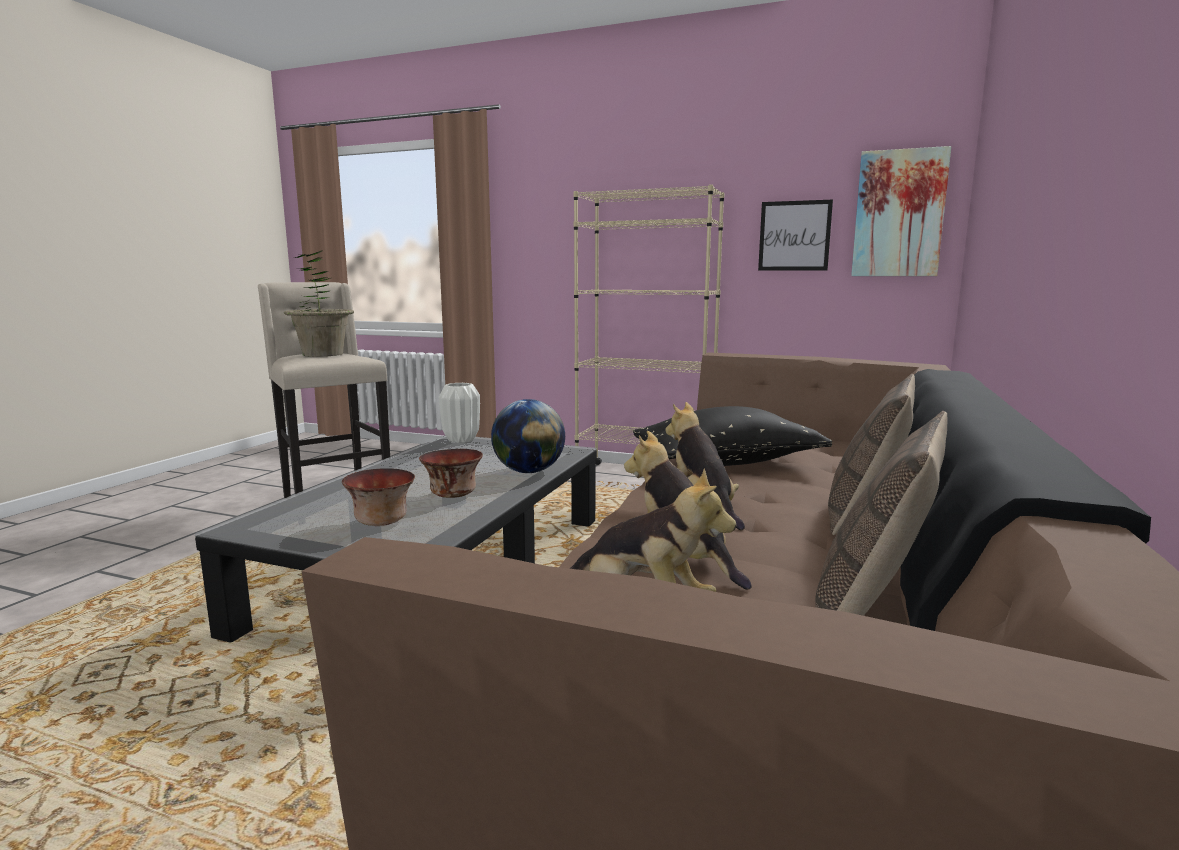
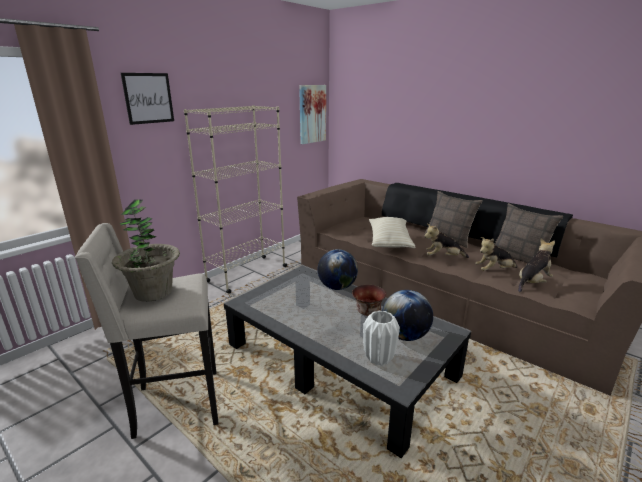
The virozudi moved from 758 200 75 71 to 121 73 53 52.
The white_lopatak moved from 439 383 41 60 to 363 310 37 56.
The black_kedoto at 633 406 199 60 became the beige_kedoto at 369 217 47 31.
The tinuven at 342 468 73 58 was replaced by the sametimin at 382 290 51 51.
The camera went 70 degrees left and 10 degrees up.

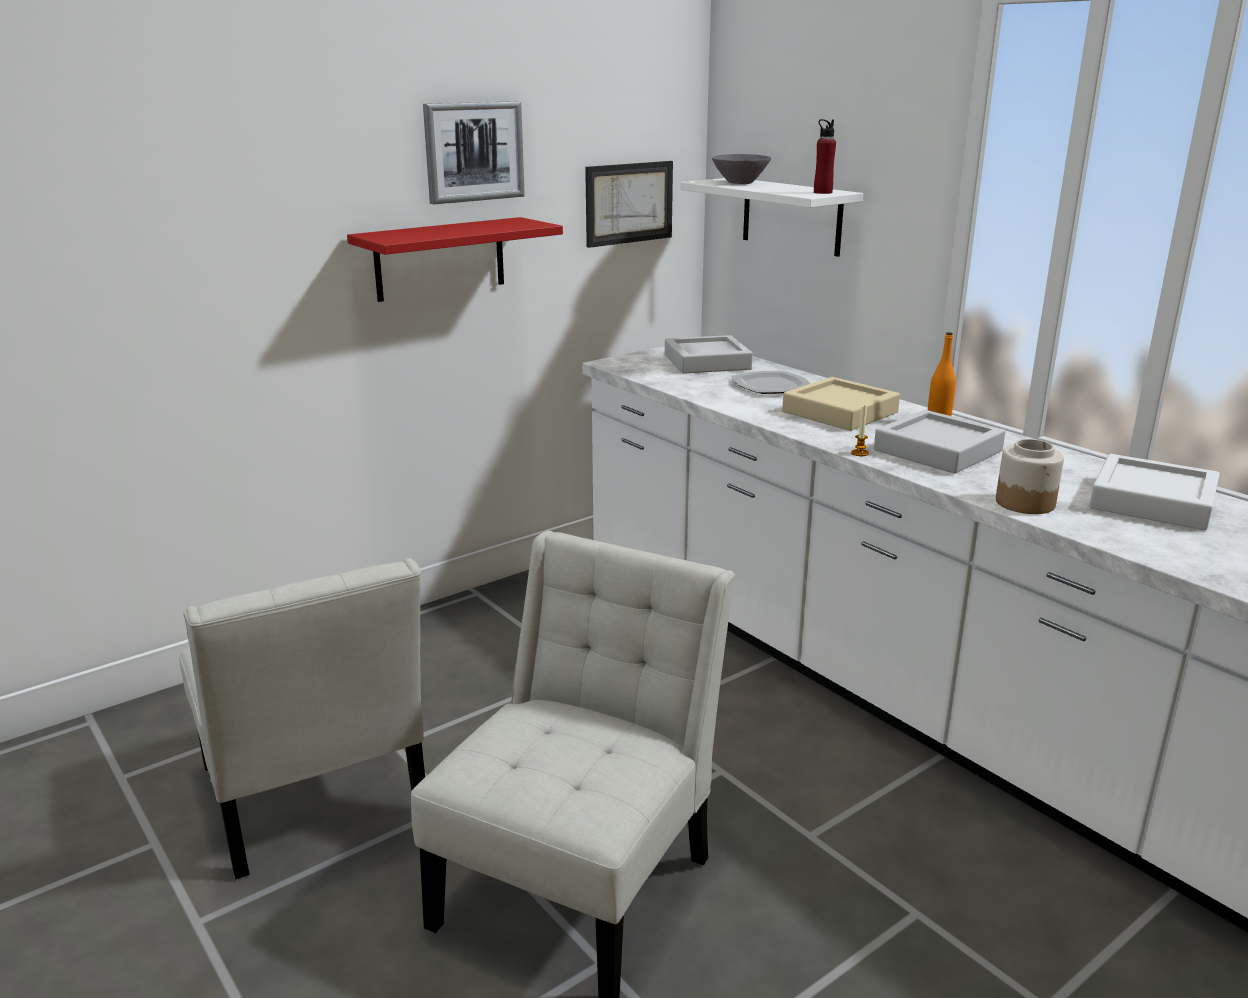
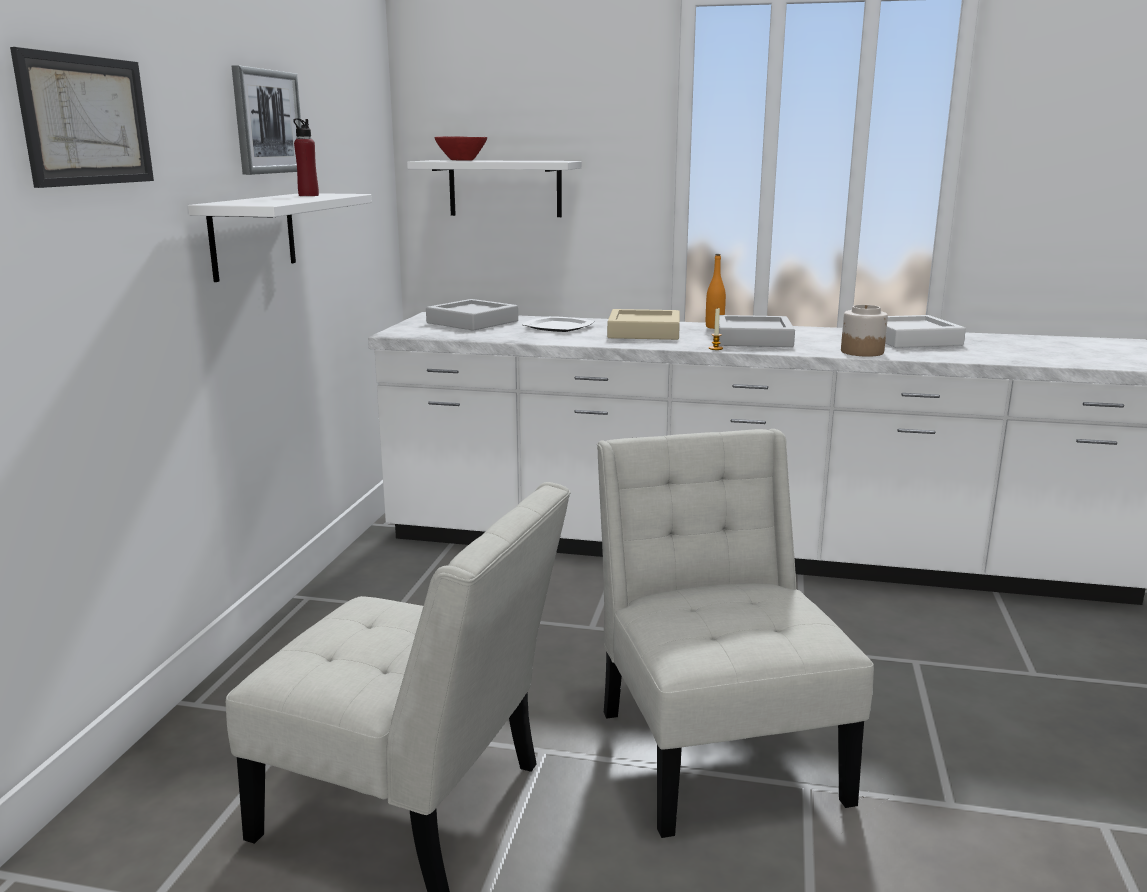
The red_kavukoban moved from 814 119 22 75 to 293 118 26 78.
The grey_tinuven at 712 154 59 30 became the red_tinuven at 434 136 53 25.
The virozudi moved from 585 161 88 87 to 10 47 144 141.
The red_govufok at 347 217 216 85 became the white_govufok at 188 193 184 89.
The camera went 40 degrees left and 5 degrees down.

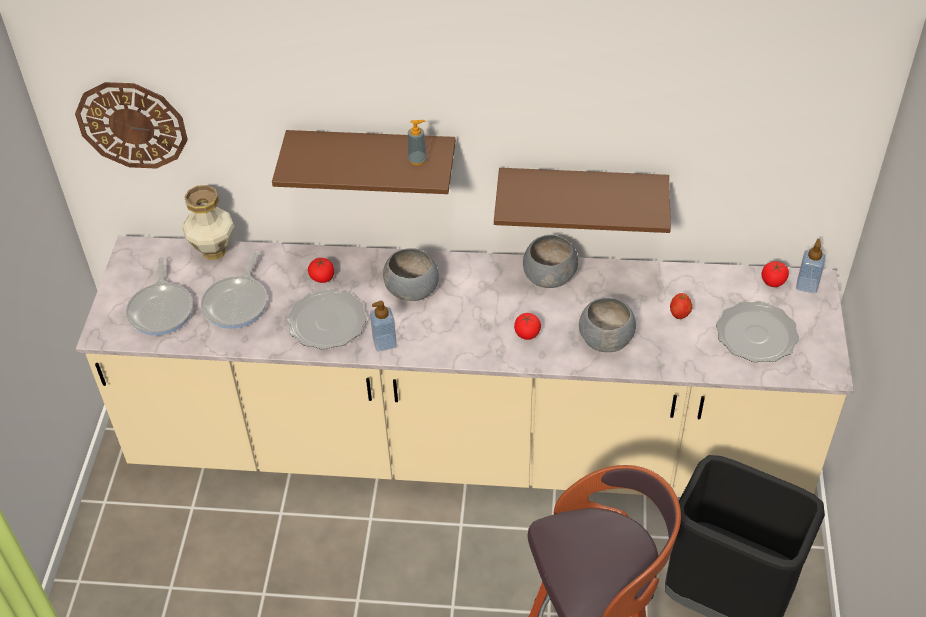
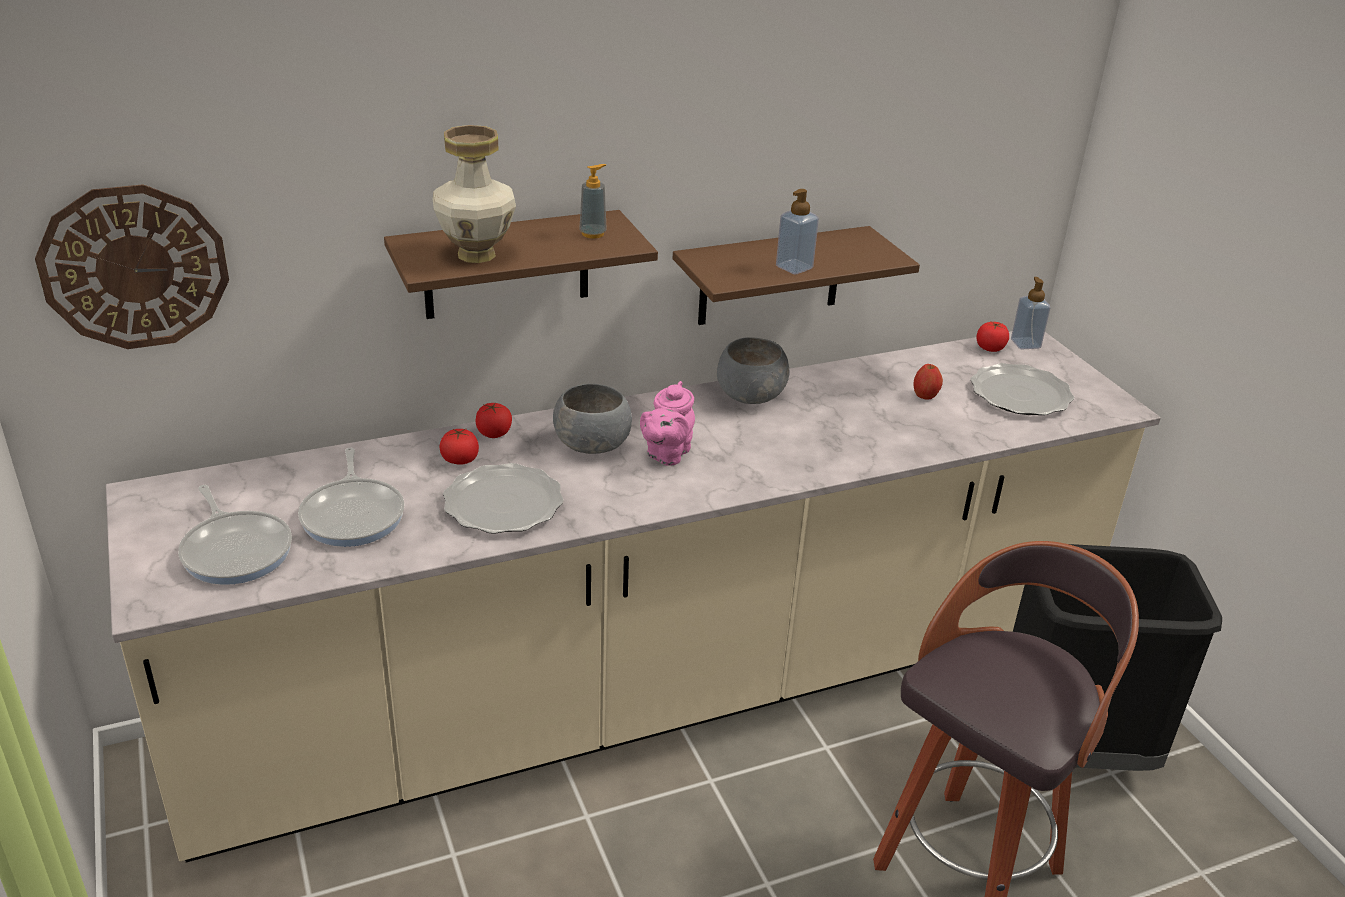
The lopatak moved from 182 185 52 75 to 433 125 83 138.
The grey_tinuven at 579 297 57 55 disappeared.
The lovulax moved from 370 301 27 50 to 776 189 43 85.
The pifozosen moved from 514 313 27 27 to 476 402 36 36.
The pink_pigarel at 640 381 55 85 appeared.
The camera went 30 degrees left and 15 degrees down.

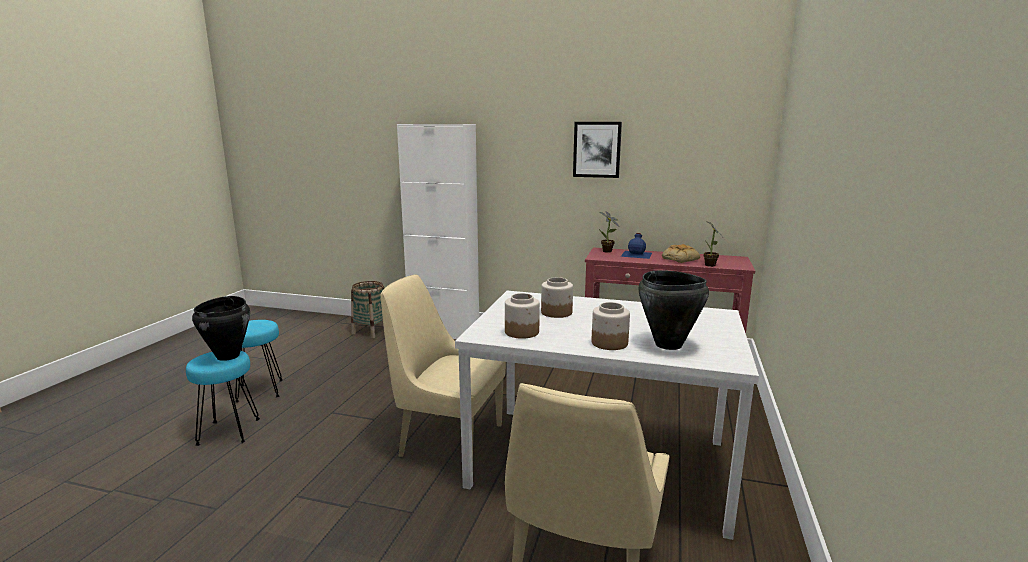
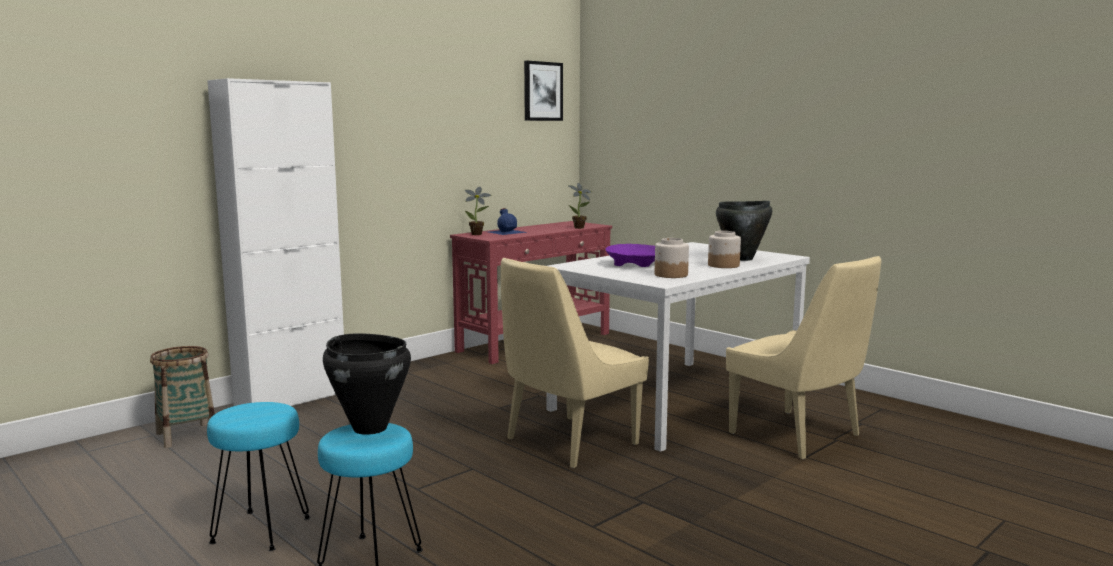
The virozudi moved from 573 122 49 56 to 524 61 39 60.
The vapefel at 662 244 38 19 disappeared.
The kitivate at 541 277 32 41 was replaced by the purple_tinuven at 605 244 50 23.
The camera went 60 degrees left and 5 degrees down.

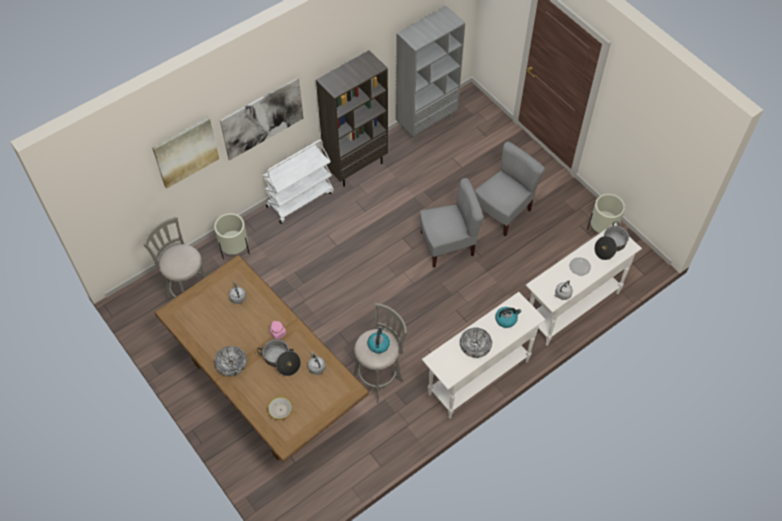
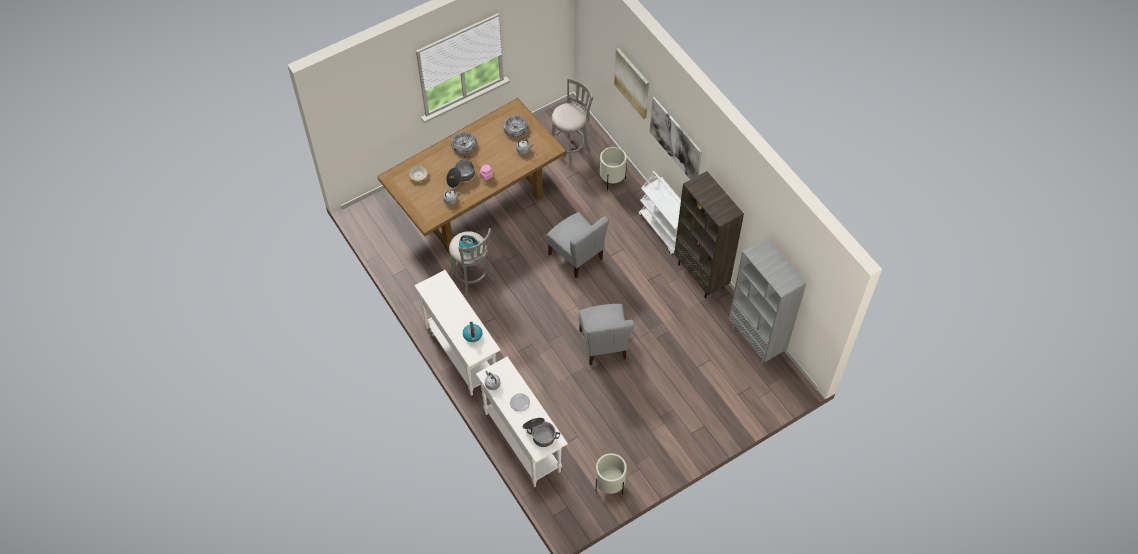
The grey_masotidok moved from 475 141 70 96 to 547 212 62 66.
The tinuven moved from 460 328 32 30 to 503 115 25 22.
The camera went 95 degrees right and 0 degrees up.

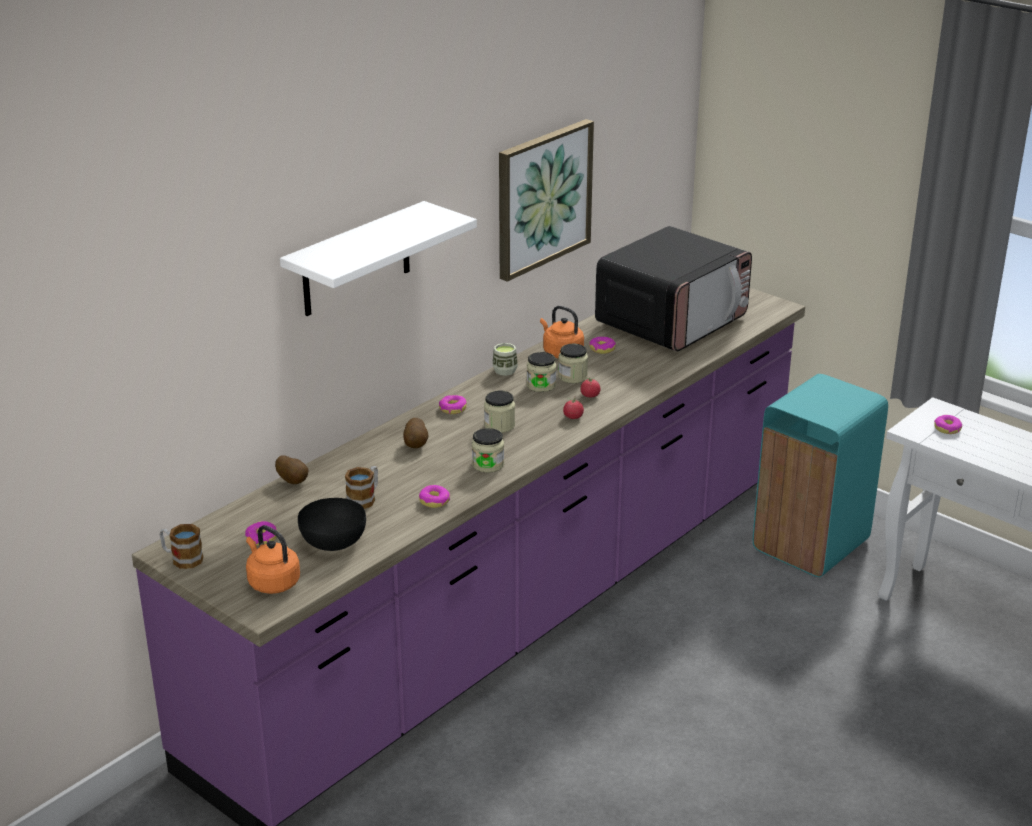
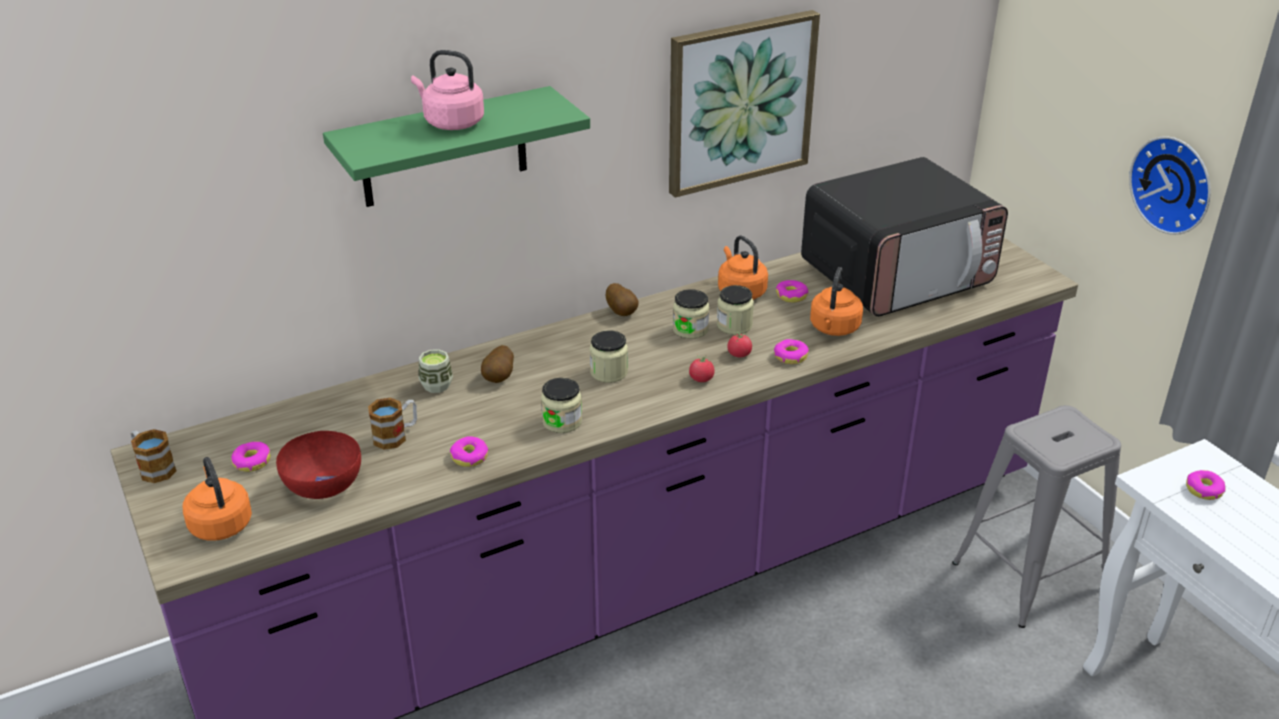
The white_govufok at 280 201 197 115 became the green_govufok at 323 86 267 121.
The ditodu moved from 492 343 26 33 to 419 349 34 44.
The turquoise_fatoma at 753 374 135 203 was replaced by the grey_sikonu at 952 405 169 223.
The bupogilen moved from 439 395 28 19 to 774 339 35 25.
The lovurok moved from 275 455 33 29 to 606 283 33 33.
The black_tinuven at 298 498 68 53 became the red_tinuven at 276 431 85 68.
The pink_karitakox at 411 50 73 80 appeared.
The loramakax at 1129 136 82 99 appeared.
The orange_karitakox at 810 267 53 69 appeared.
The camera went 20 degrees right and 5 degrees up.

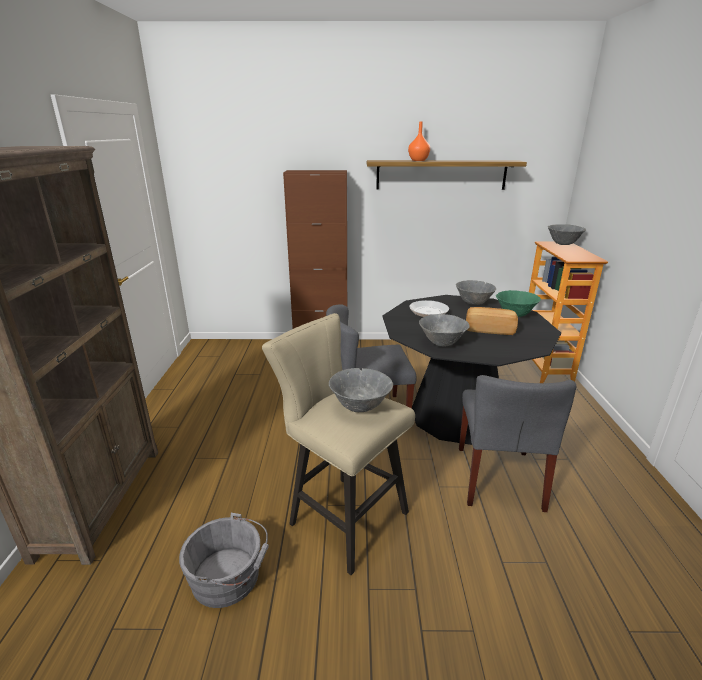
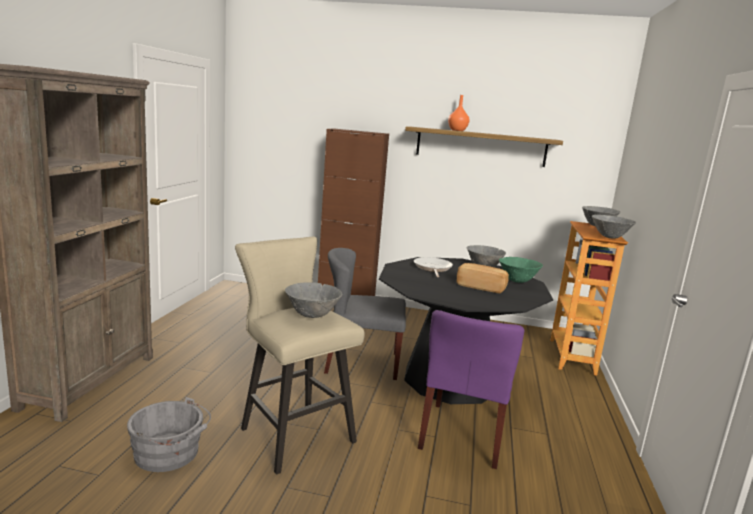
The grey_tinuven moved from 419 314 51 33 to 592 215 44 24.
The grey_masotidok at 459 375 117 137 became the purple_masotidok at 418 310 107 159.
The camera went 10 degrees right and 10 degrees down.

